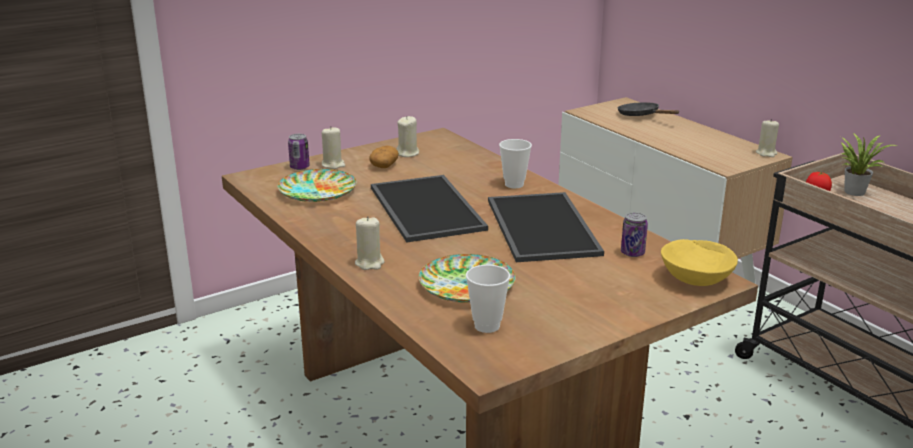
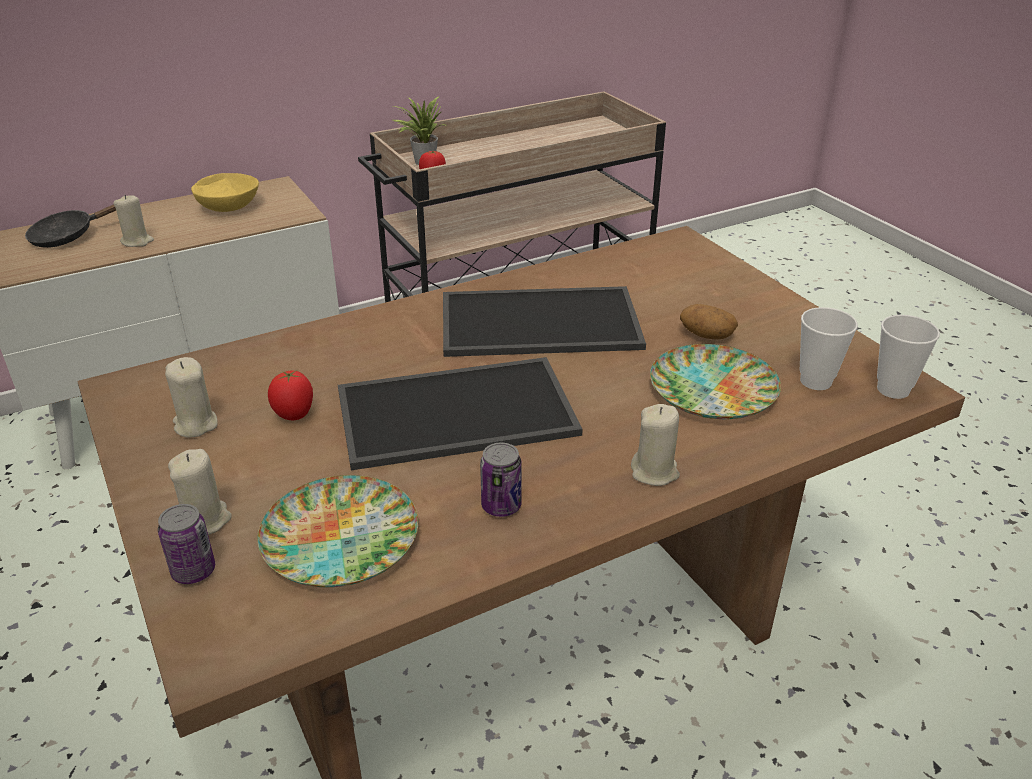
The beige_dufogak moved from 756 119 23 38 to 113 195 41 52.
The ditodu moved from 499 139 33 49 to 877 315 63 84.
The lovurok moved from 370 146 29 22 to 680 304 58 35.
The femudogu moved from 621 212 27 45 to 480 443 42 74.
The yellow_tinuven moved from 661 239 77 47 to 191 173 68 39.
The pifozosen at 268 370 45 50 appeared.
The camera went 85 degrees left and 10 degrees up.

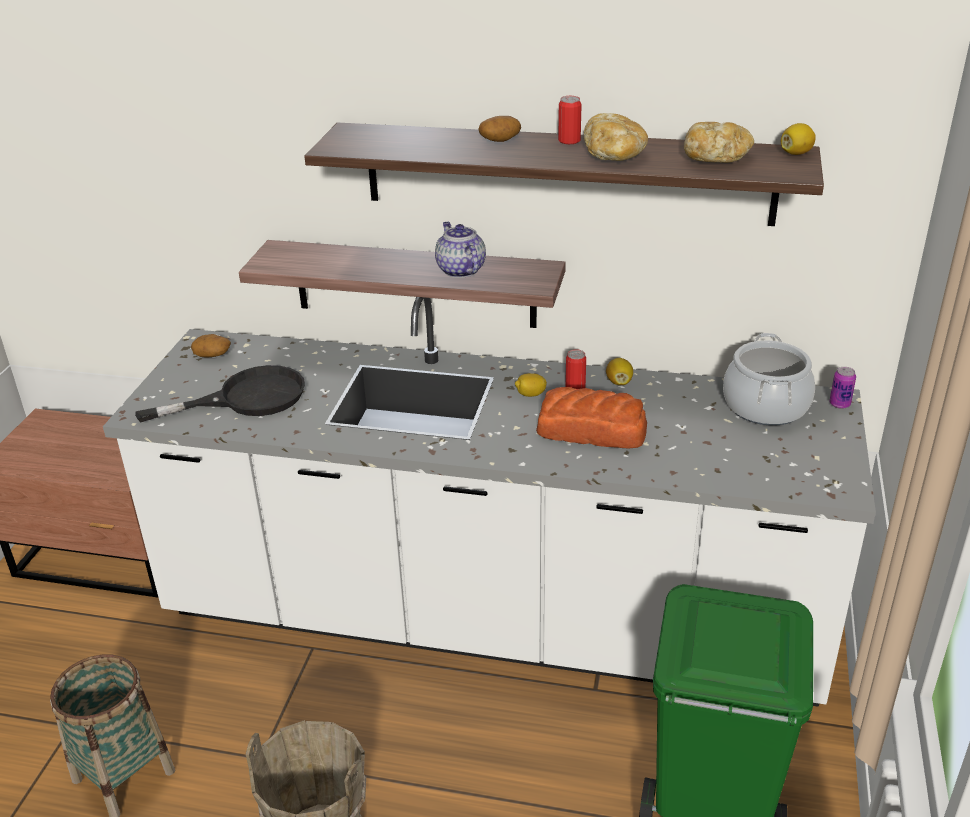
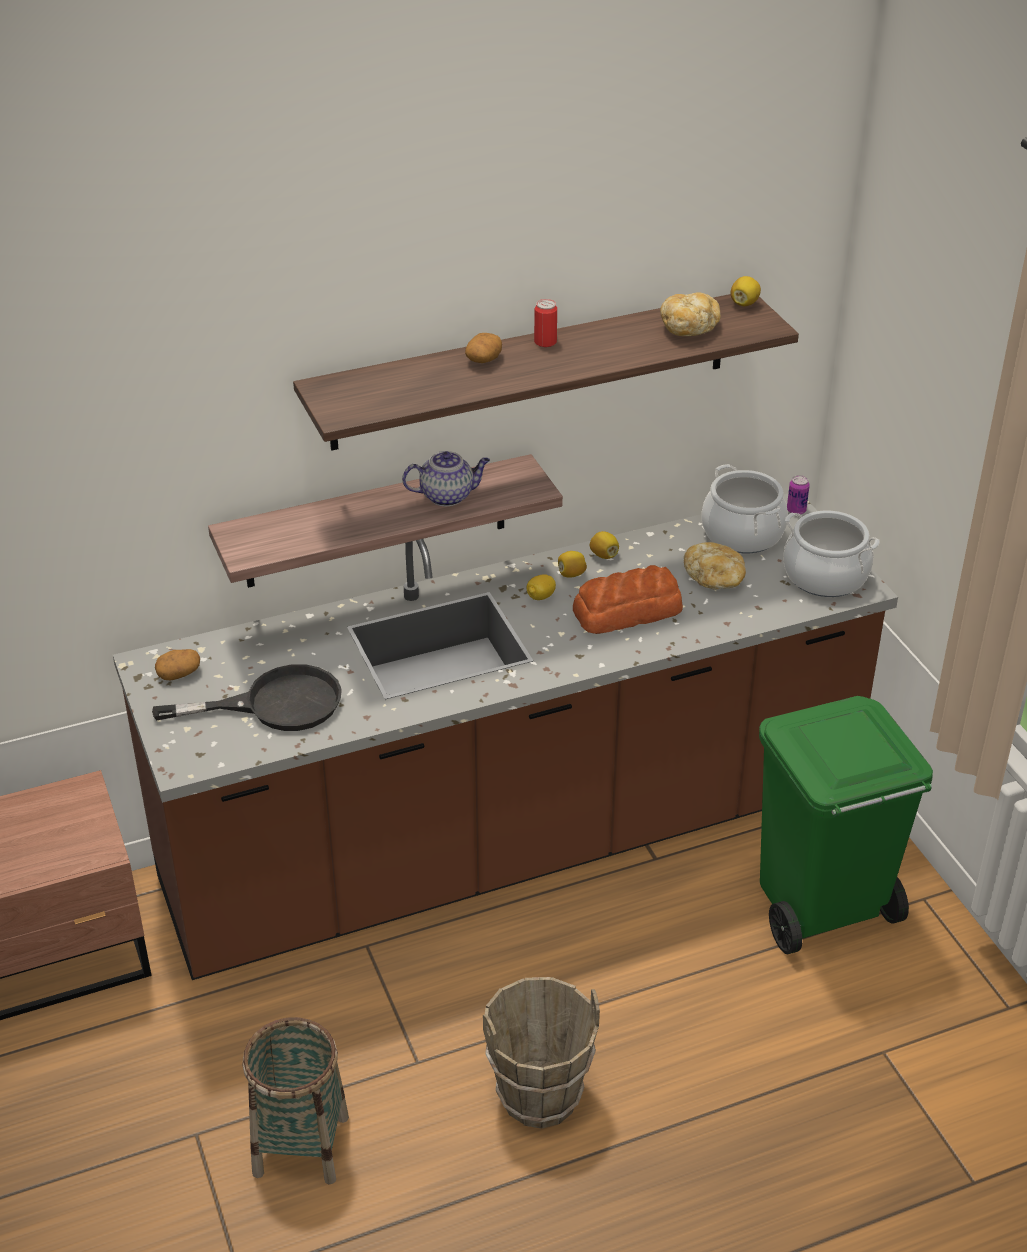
The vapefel moved from 583 113 65 48 to 684 542 62 48.
The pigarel at 435 222 51 56 turned 135 degrees clockwise.
The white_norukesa at 103 297 773 410 became the brown_norukesa at 113 494 785 486.
The femudogu at 565 349 21 40 was replaced by the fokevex at 558 551 29 27.
The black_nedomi at 135 365 170 57 turned 45 degrees clockwise.
The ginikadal at 783 510 97 87 appeared.
The camera went 35 degrees left and 5 degrees up.

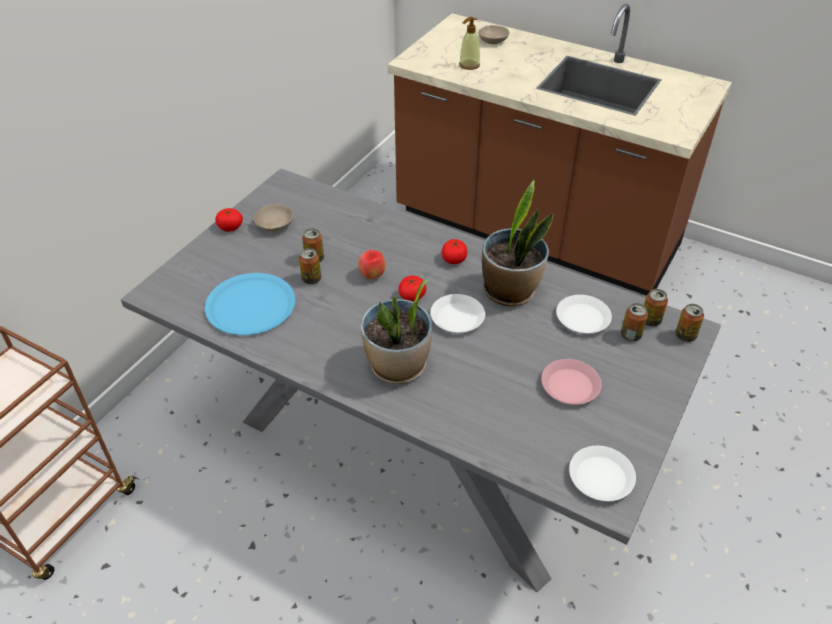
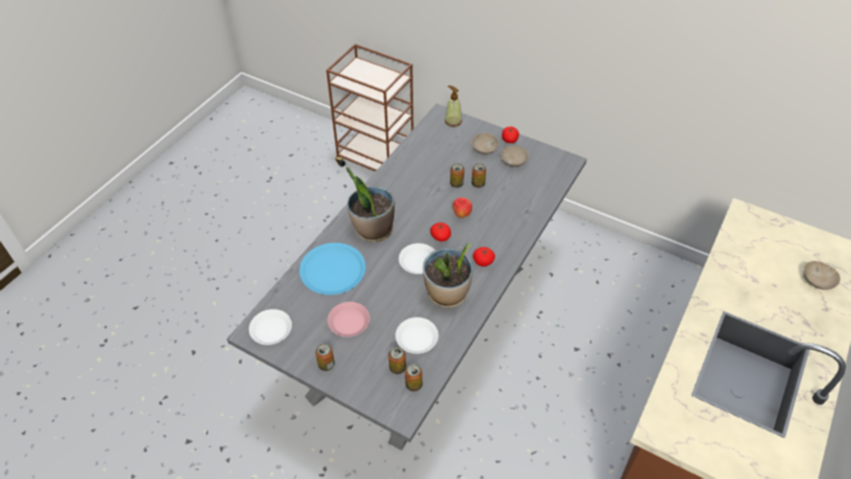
The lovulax moved from 459 17 21 53 to 445 85 17 42.
The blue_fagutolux moved from 205 273 90 62 to 299 243 67 52.
The femudogu moved from 675 304 29 38 to 315 343 20 28.
The beige_tinuven at 471 133 28 21 appeared.
The camera went 90 degrees right and 5 degrees up.

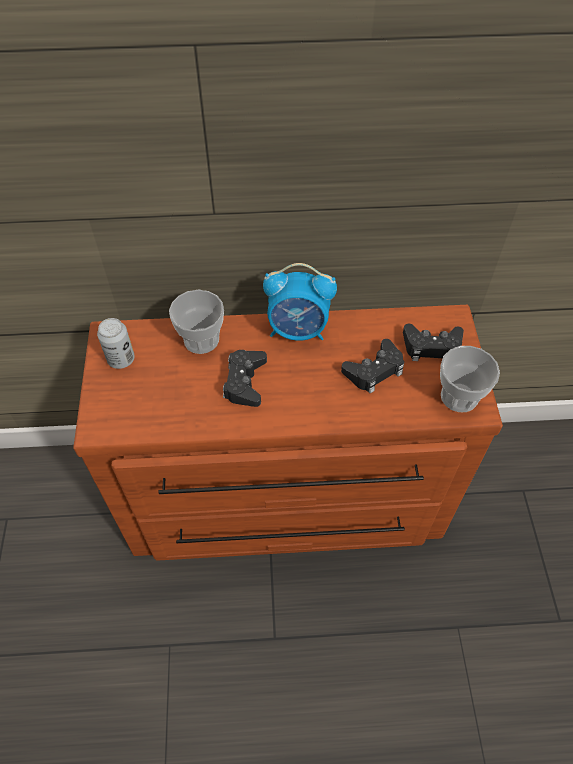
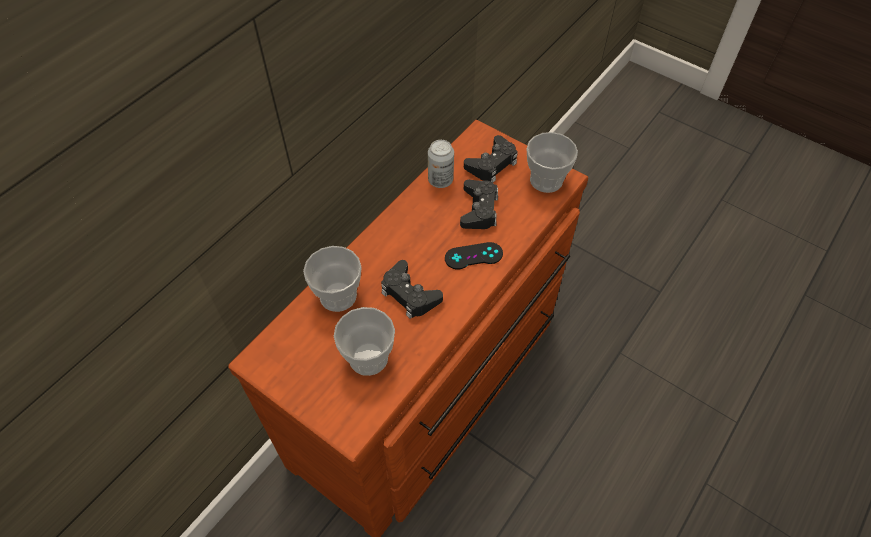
The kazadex at 263 263 74 78 disappeared.
The femudogu moved from 97 318 38 51 to 428 140 26 48.
The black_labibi at 445 242 58 27 appeared.
The ditodu at 334 307 61 69 appeared.
The camera went 50 degrees left and 0 degrees up.

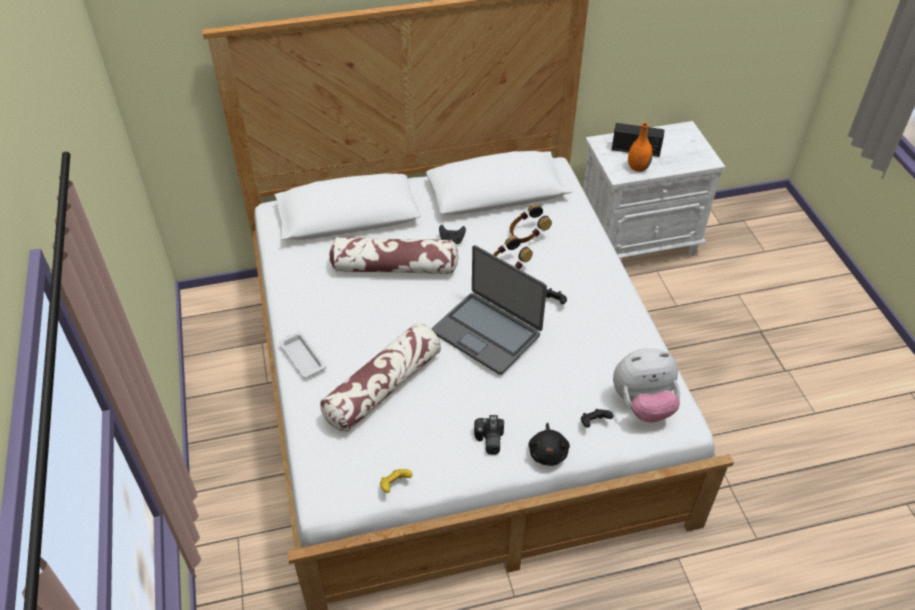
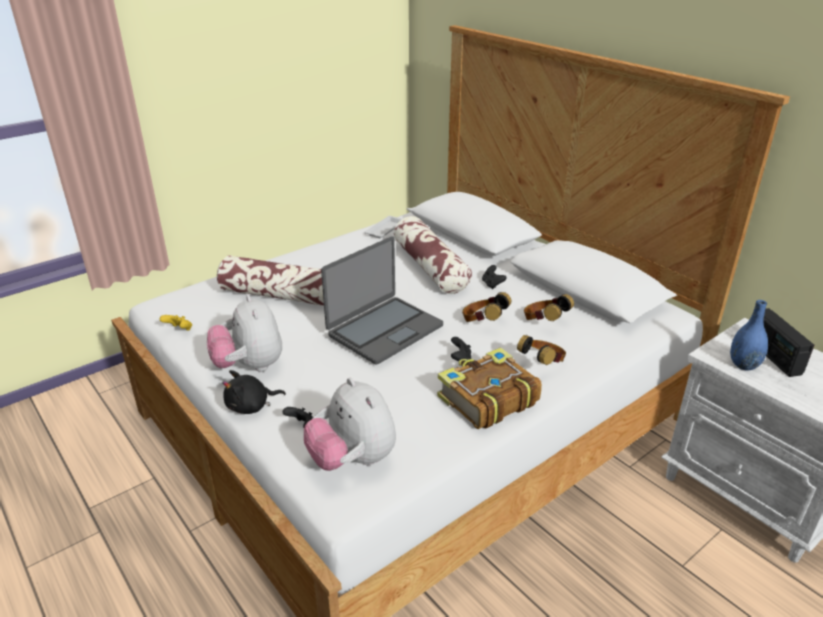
The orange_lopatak at 628 122 25 50 became the blue_lopatak at 730 300 38 70.
The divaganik at 432 245 115 130 turned 150 degrees counterclockwise.
The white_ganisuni moved from 279 332 47 46 to 364 216 38 22.
The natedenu at 474 415 30 40 was replaced by the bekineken at 207 295 75 77.
The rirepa at 517 335 49 30 appeared.
The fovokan at 437 347 105 82 appeared.
The camera went 65 degrees right and 15 degrees down.

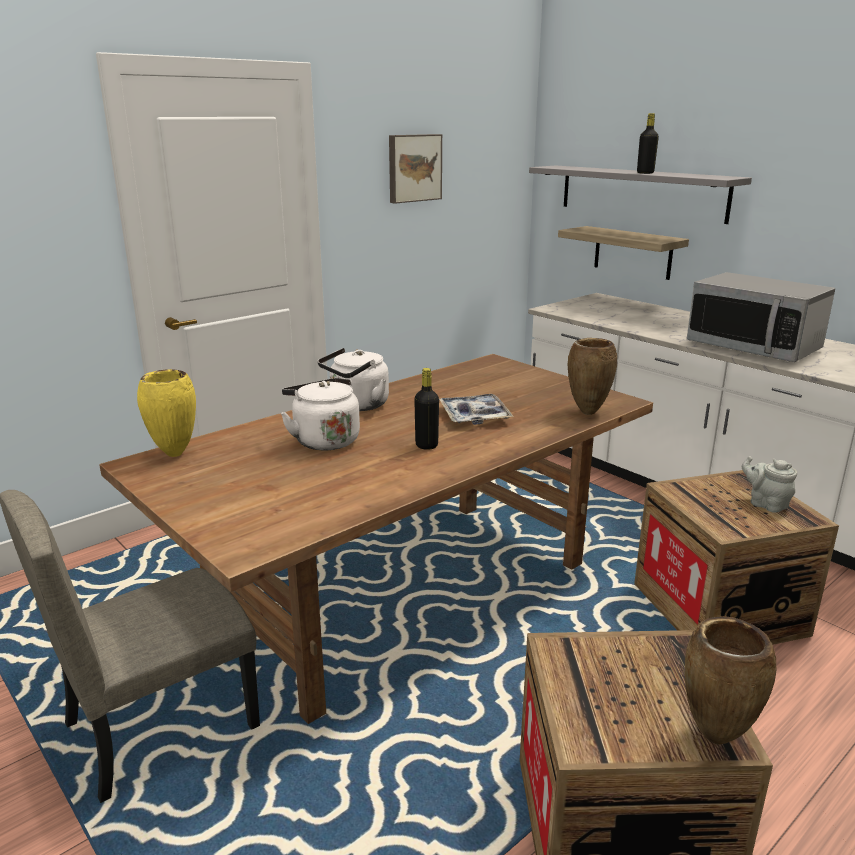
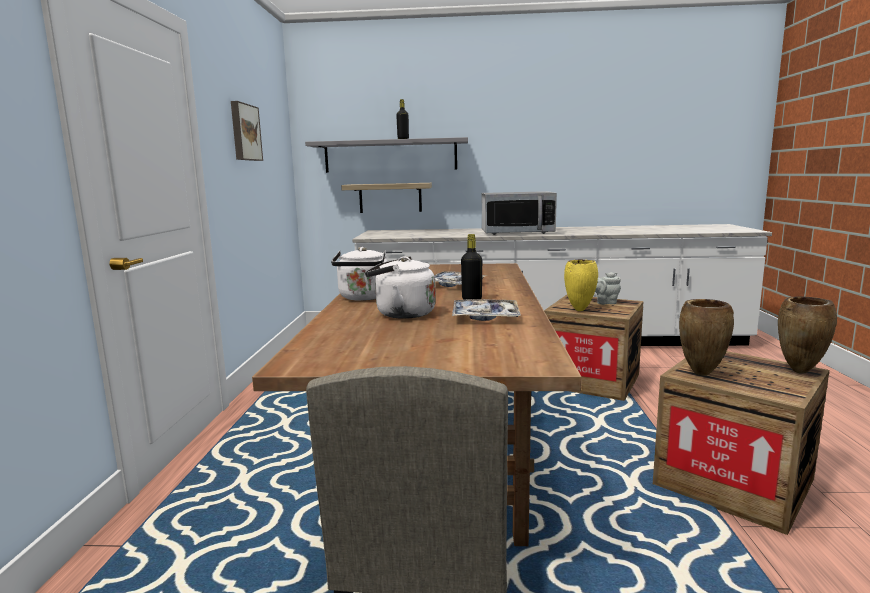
The brown_lopatak moved from 568 338 49 77 to 679 299 55 77.
The yellow_lopatak moved from 137 369 59 88 to 564 260 34 51.
The ganisuni at 452 299 69 22 appeared.
The camera went 45 degrees left and 10 degrees down.

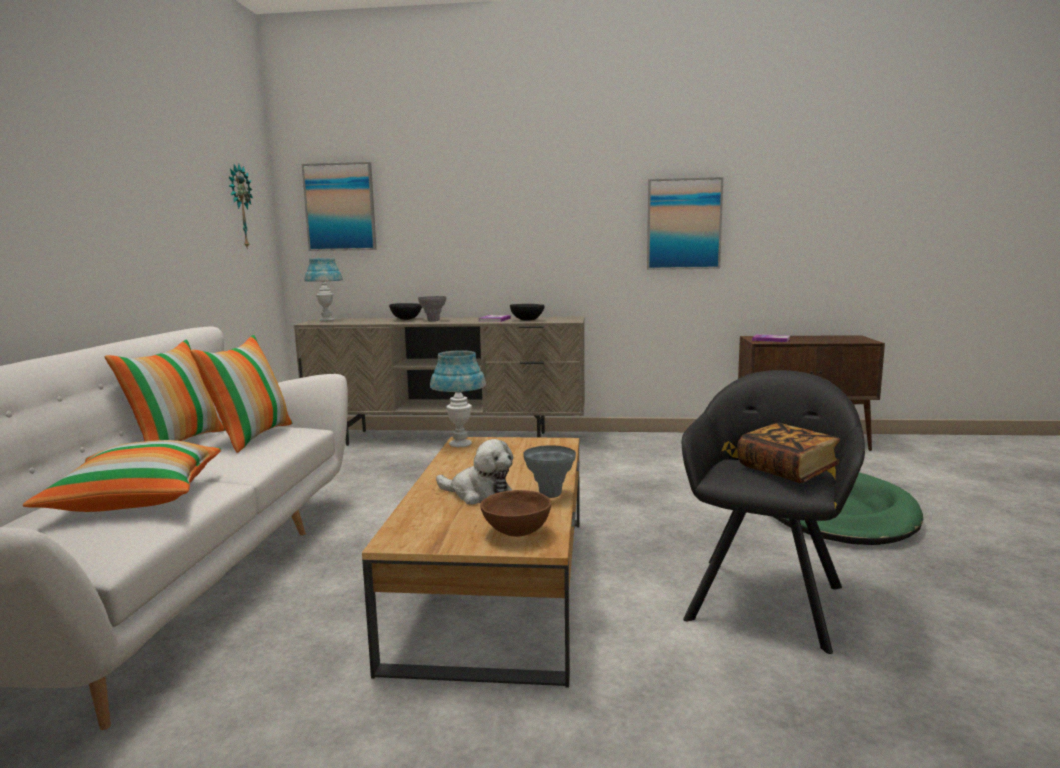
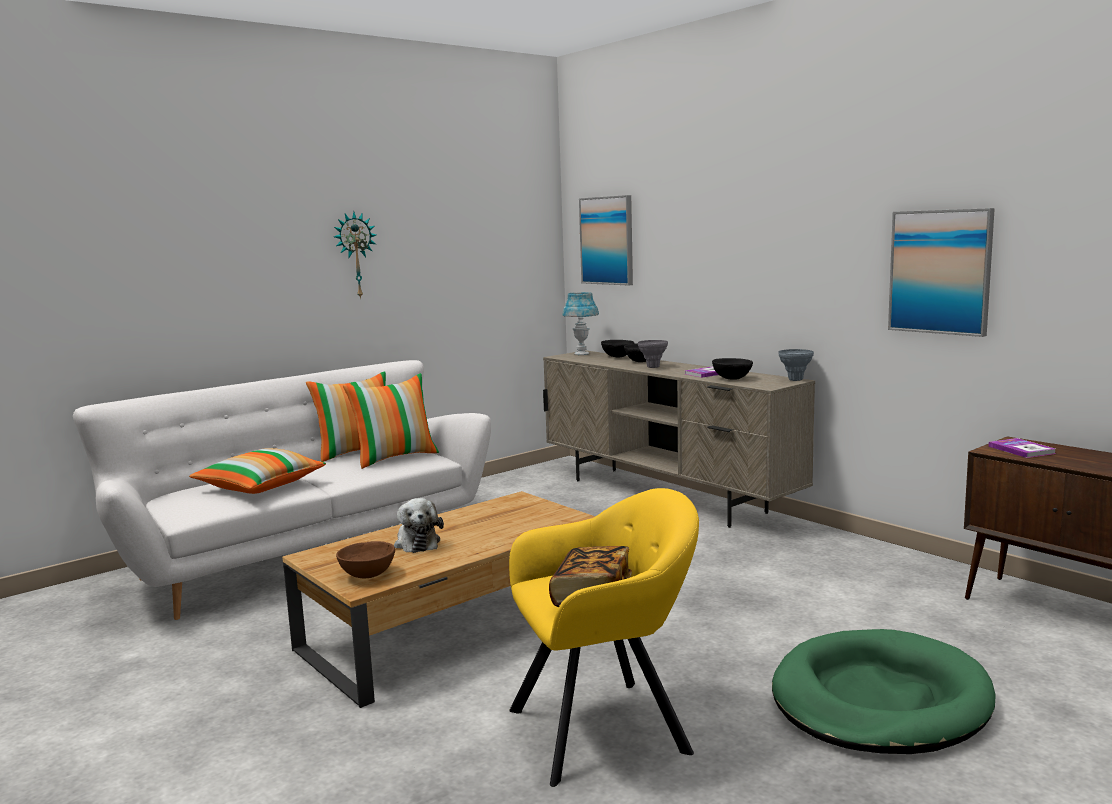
The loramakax moved from 229 164 24 83 to 334 212 42 87.
The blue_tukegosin at 430 350 56 97 disappeared.
The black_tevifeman at 682 370 183 284 became the yellow_tevifeman at 509 488 190 299.
The grey_lopatak moved from 523 445 53 53 to 779 349 35 32.
The black_tinuven at 601 340 33 17 appeared.
The camera went 45 degrees right and 0 degrees up.

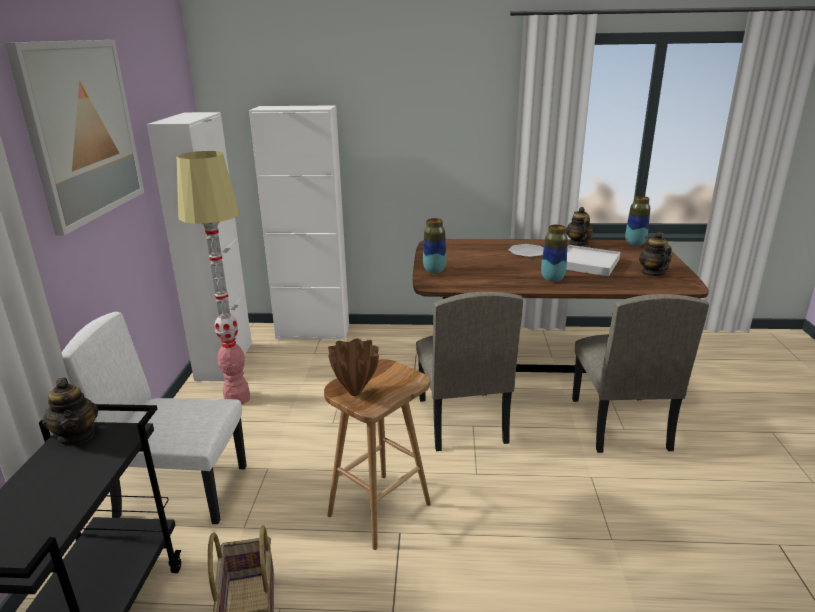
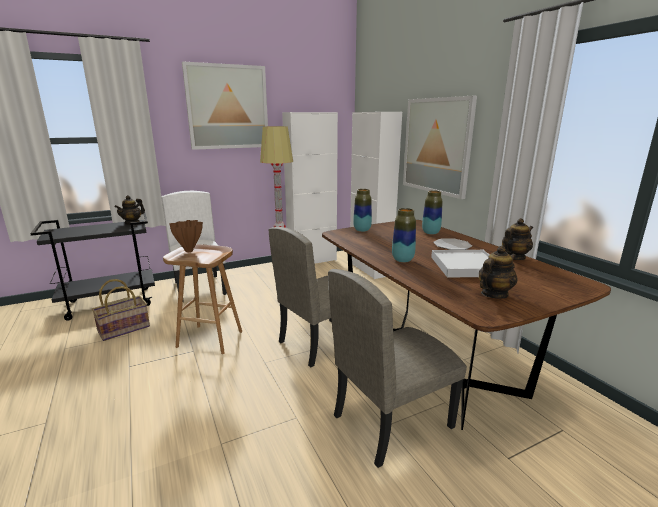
The lopatak moved from 625 196 25 50 to 422 190 21 45.
The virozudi at 403 96 74 103 appeared.
The camera went 60 degrees right and 5 degrees down.

